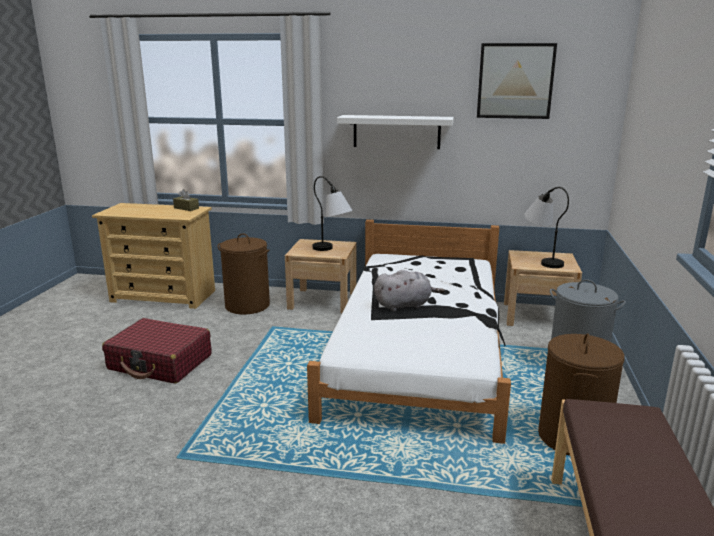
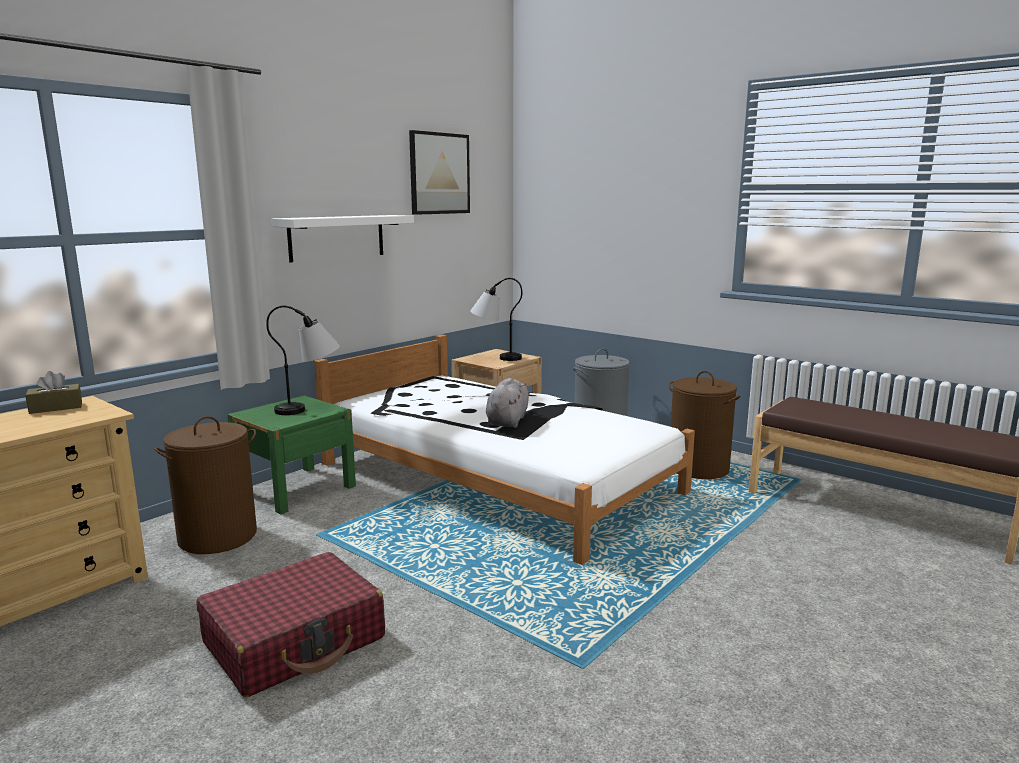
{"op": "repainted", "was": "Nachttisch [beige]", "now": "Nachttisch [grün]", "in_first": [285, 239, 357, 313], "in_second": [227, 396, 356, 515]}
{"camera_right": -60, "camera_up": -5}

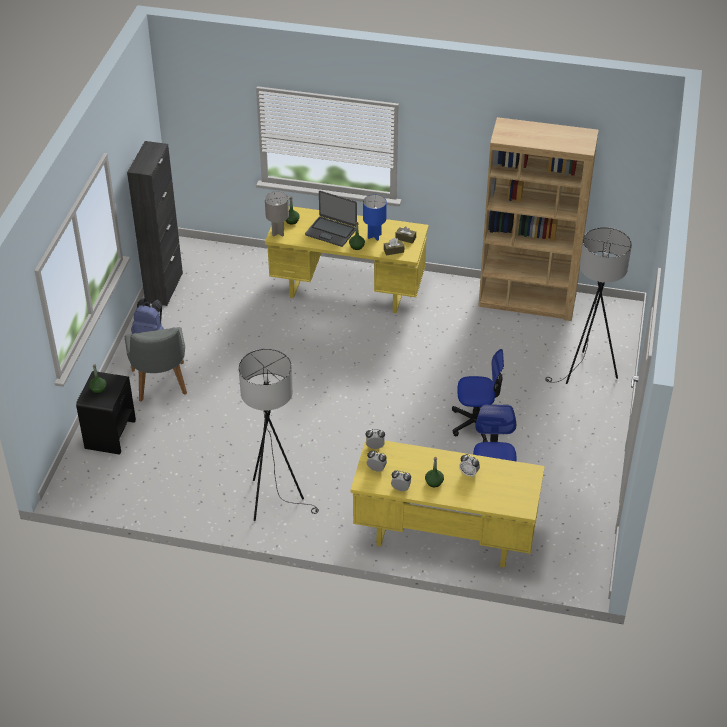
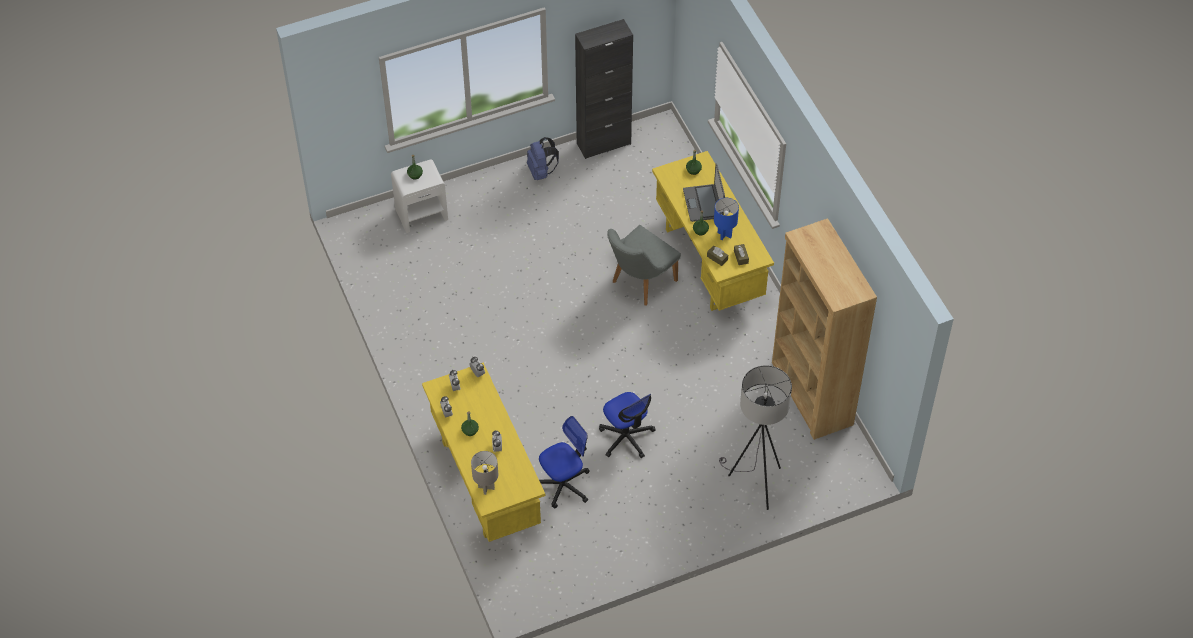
{"op": "gone", "was": "Stehlampe [grau]", "in_first": [239, 349, 319, 521]}
{"op": "shifted", "was": "Stuhl [grau]", "in_first": [125, 327, 187, 402], "in_second": [607, 225, 681, 306]}
{"op": "shifted", "was": "Tischlampe [grau]", "in_first": [265, 191, 289, 237], "in_second": [471, 451, 498, 495]}
{"op": "repainted", "was": "Nachttisch [schwarz]", "now": "Nachttisch [weiß]", "in_first": [76, 371, 136, 455], "in_second": [391, 159, 448, 233]}
{"camera_right": 55, "camera_up": 10}

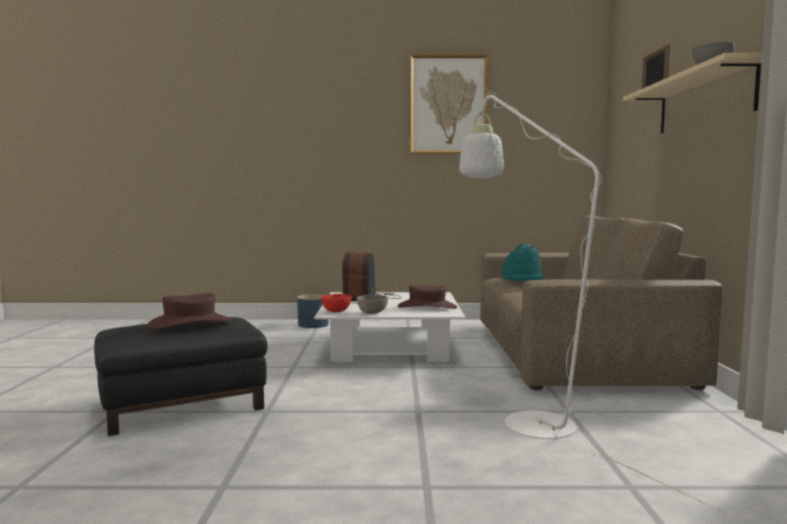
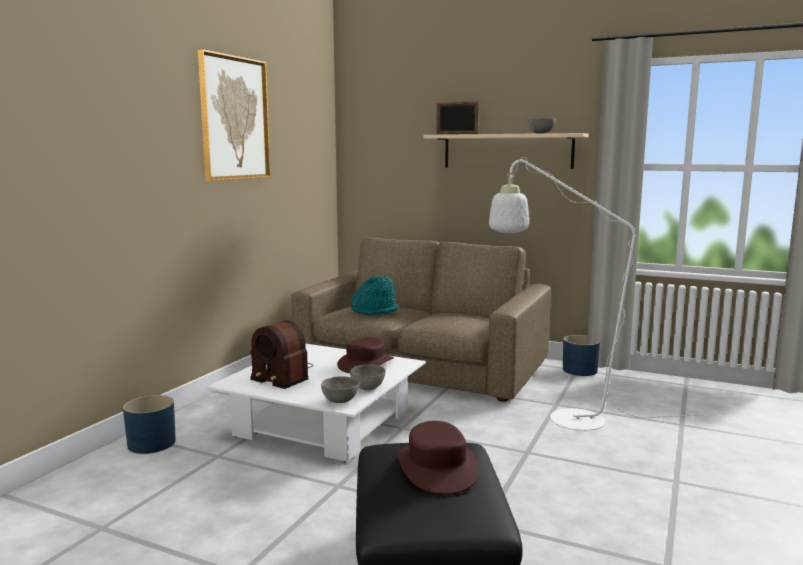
{"op": "new", "now": "Pflanzkübel [blau]", "in_second": [563, 335, 600, 376]}
{"op": "repainted", "was": "Schüssel [rot]", "now": "Schüssel [grau]", "in_first": [321, 294, 351, 312], "in_second": [321, 376, 359, 403]}
{"camera_right": -65, "camera_up": 5}

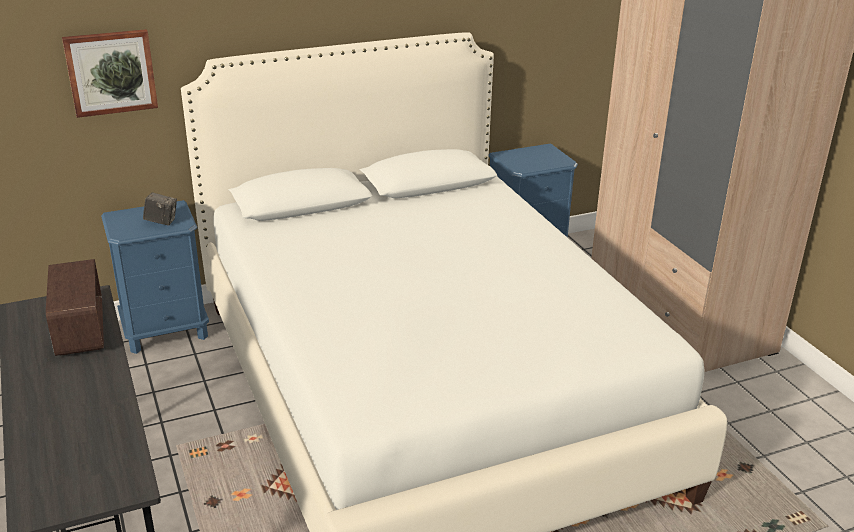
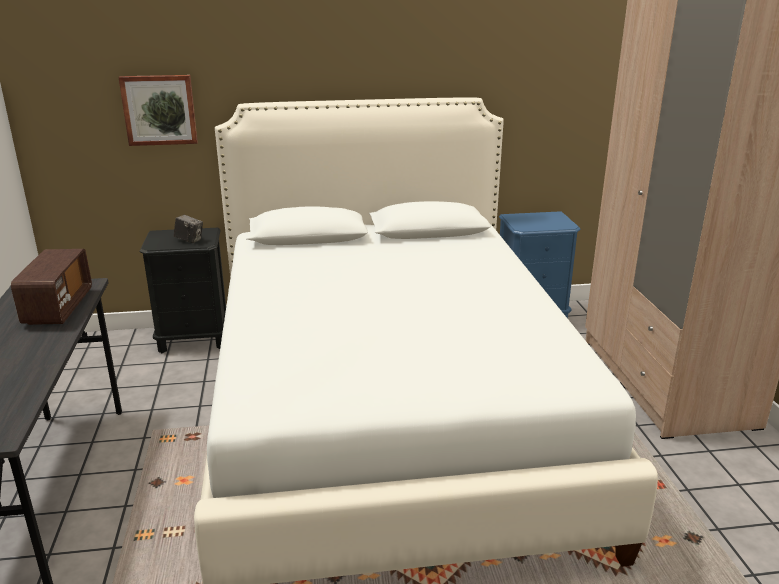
{"op": "repainted", "was": "Nachttisch [blau]", "now": "Nachttisch [schwarz]", "in_first": [101, 200, 209, 354], "in_second": [140, 228, 226, 353]}
{"camera_right": 15, "camera_up": -5}

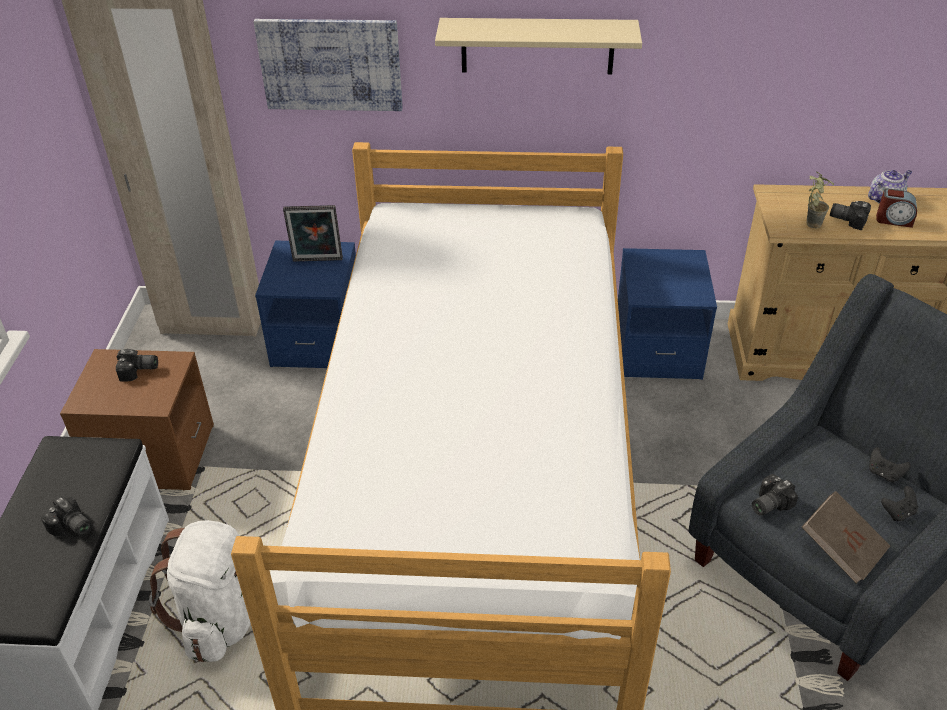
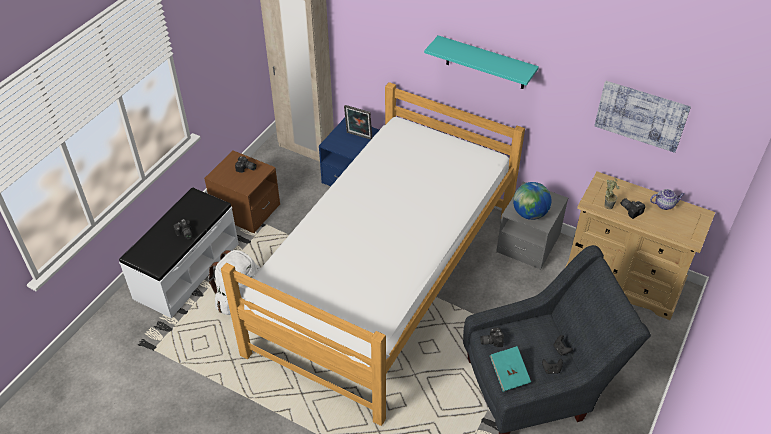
{"op": "gone", "was": "Wecker", "in_first": [876, 189, 917, 228]}
{"op": "new", "now": "Globus", "in_second": [513, 182, 552, 220]}
{"op": "shifted", "was": "Bild", "in_first": [254, 19, 403, 111], "in_second": [594, 81, 691, 153]}
{"op": "repainted", "was": "Wandregal [beige]", "now": "Wandregal [türkis]", "in_first": [435, 18, 642, 74], "in_second": [424, 35, 539, 89]}
{"op": "repainted", "was": "Nachttisch [blau]", "now": "Nachttisch [grau]", "in_first": [618, 248, 717, 380], "in_second": [496, 182, 568, 270]}
{"op": "repainted", "was": "Buch [braun]", "now": "Buch [türkis]", "in_first": [802, 491, 890, 584], "in_second": [490, 346, 531, 392]}
{"camera_right": 25, "camera_up": 5}

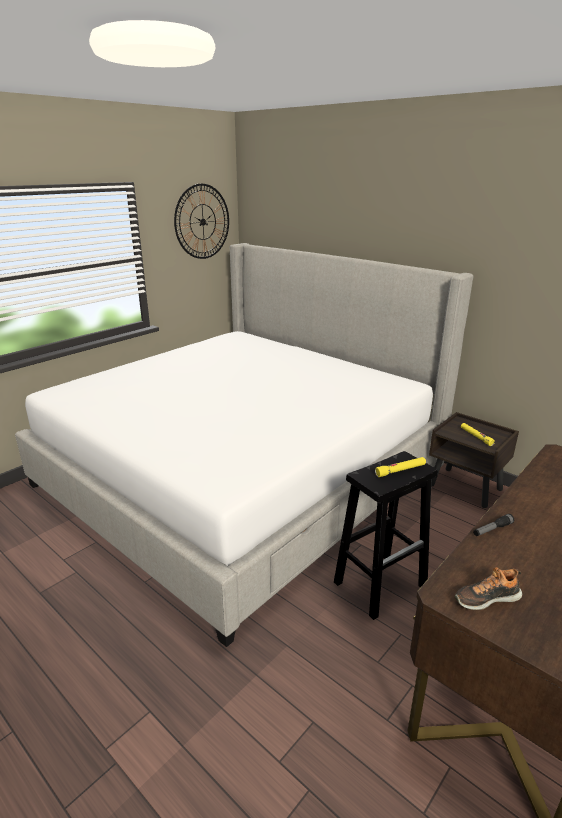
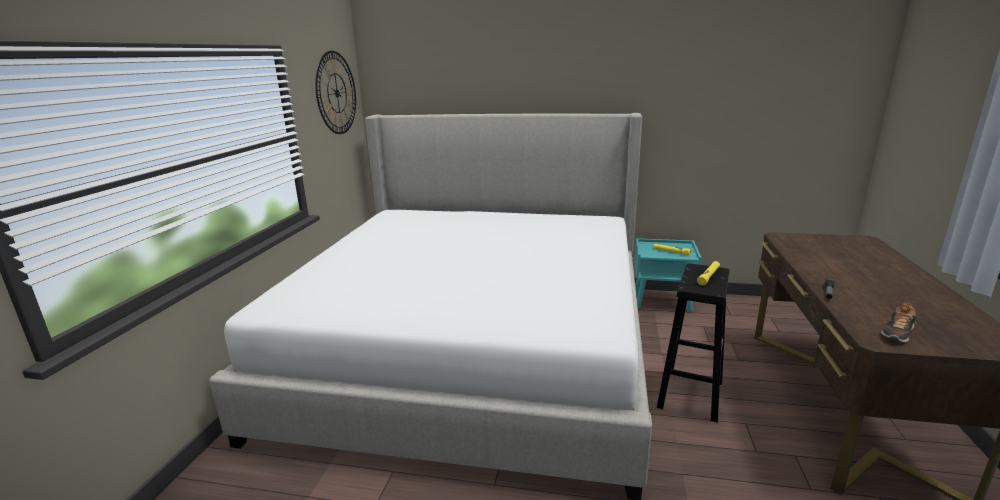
{"op": "repainted", "was": "Nachttisch [braun]", "now": "Nachttisch [türkis]", "in_first": [429, 412, 519, 508], "in_second": [634, 238, 702, 312]}
{"camera_right": -30, "camera_up": -5}

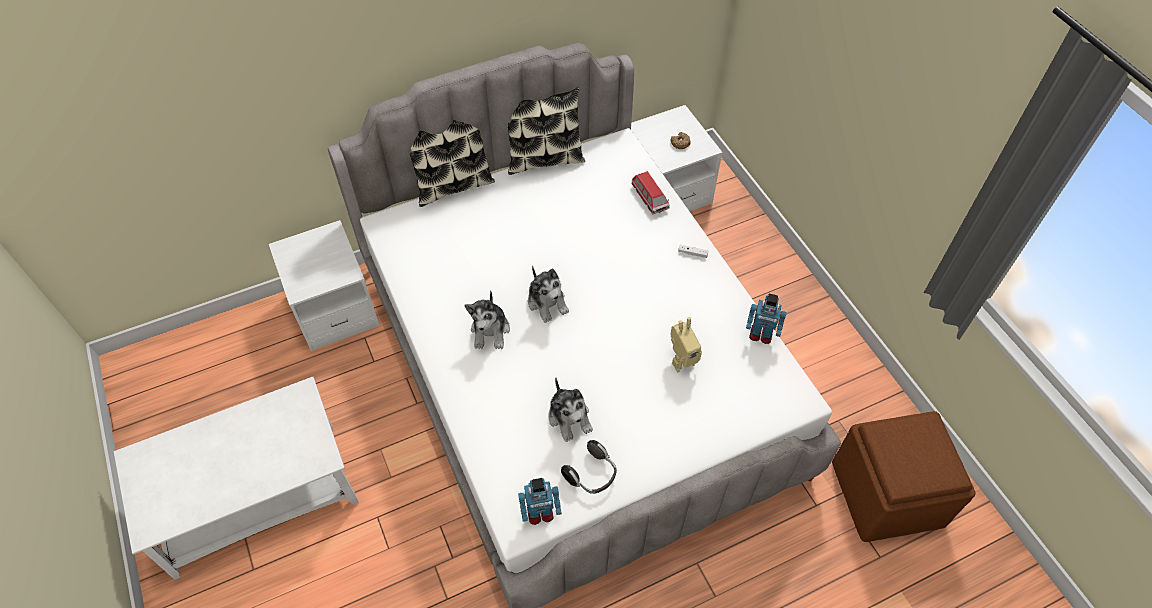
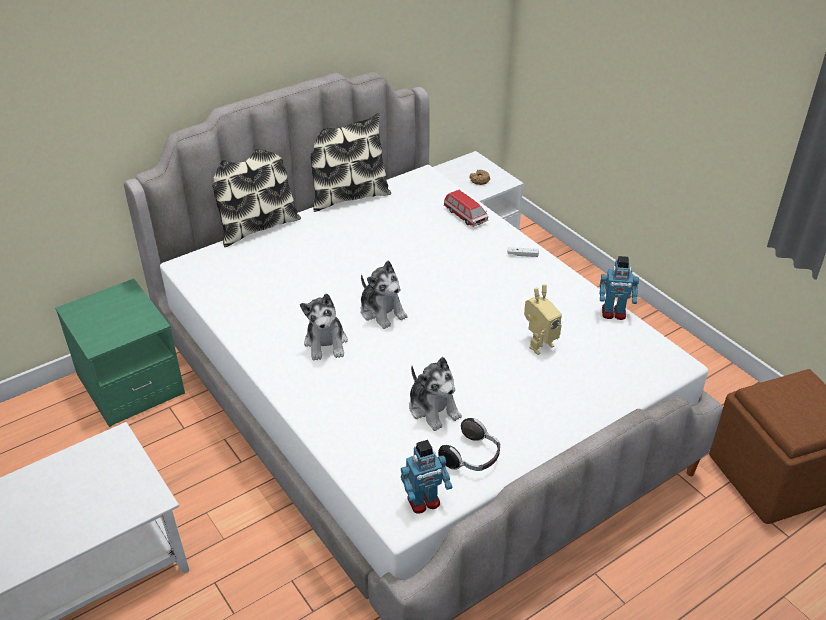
{"op": "repainted", "was": "Nachttisch [weiß]", "now": "Nachttisch [grün]", "in_first": [269, 220, 380, 351], "in_second": [55, 279, 185, 427]}
{"camera_right": -10, "camera_up": -15}

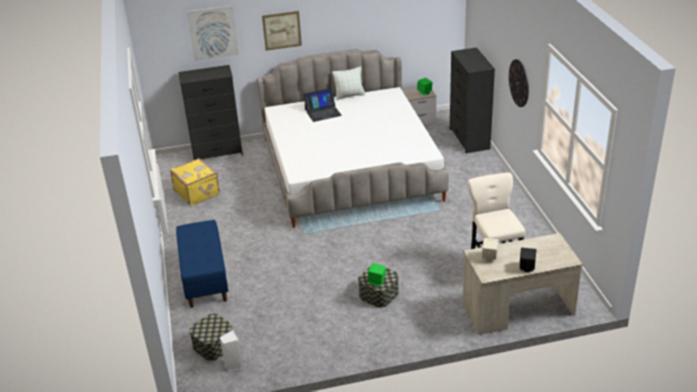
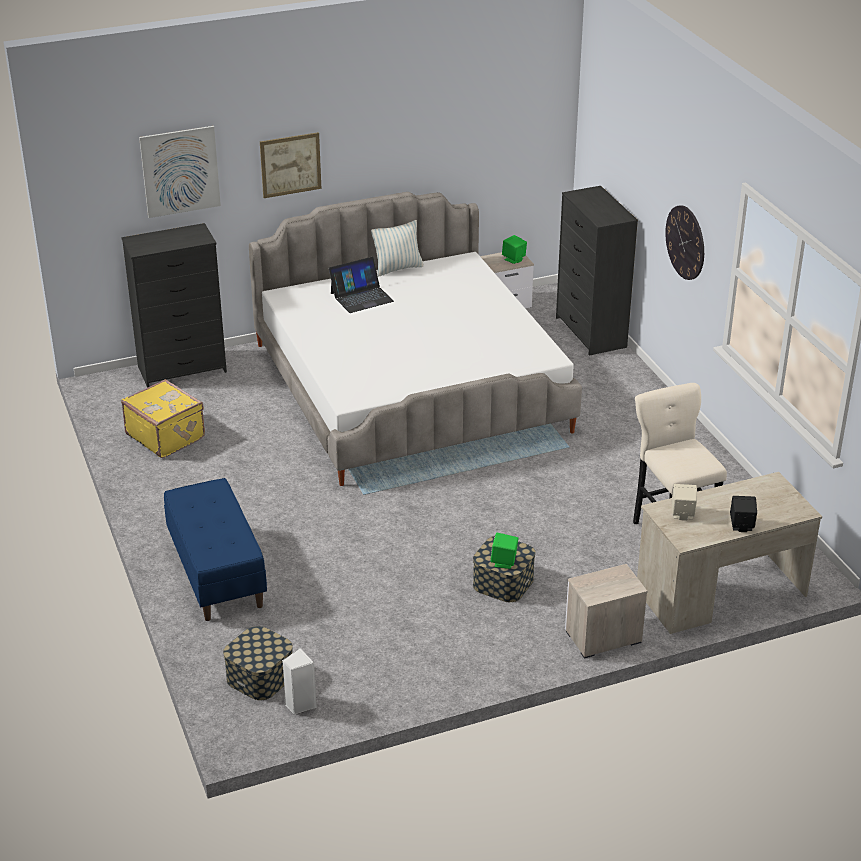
{"op": "new", "now": "Nachttisch", "in_second": [565, 564, 647, 659]}
{"camera_right": -10, "camera_up": 0}

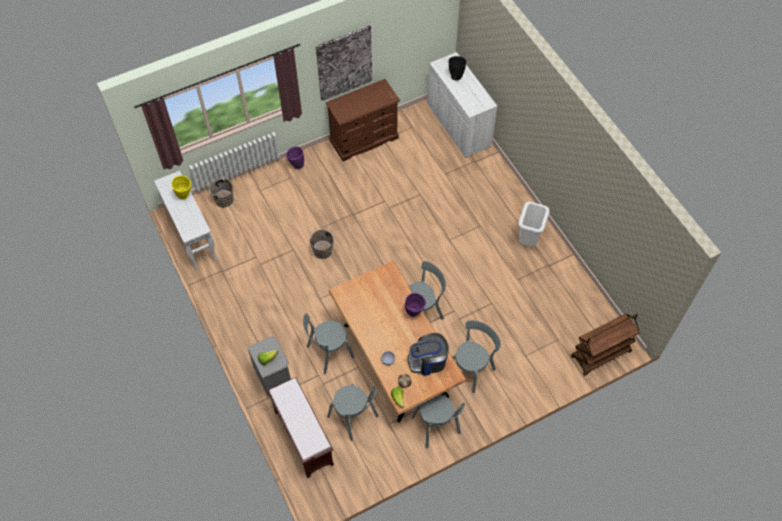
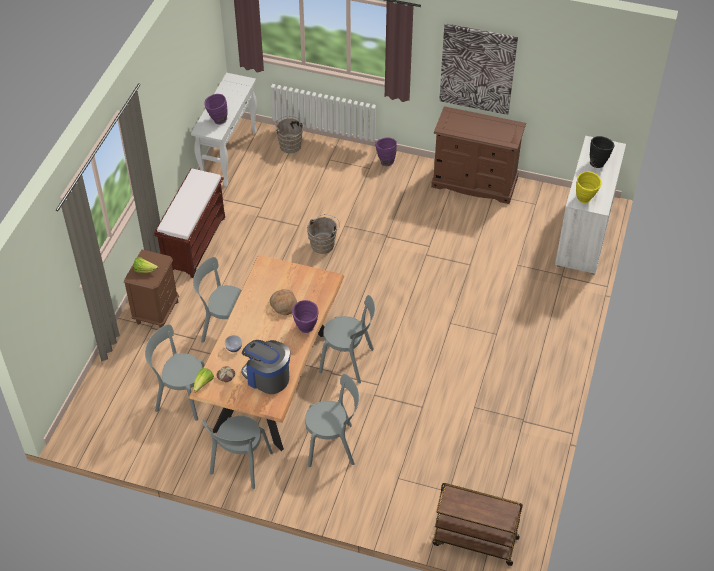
{"op": "gone", "was": "Mülleimer [weiß]", "in_first": [518, 202, 550, 247]}
{"op": "new", "now": "Vase [lila]", "in_second": [204, 94, 228, 125]}
{"op": "new", "now": "Brot", "in_second": [270, 289, 297, 315]}
{"op": "shifted", "was": "Vase [gelb]", "in_first": [171, 175, 191, 200], "in_second": [576, 171, 601, 203]}
{"op": "shifted", "was": "Bank [braun]", "in_first": [267, 377, 334, 478], "in_second": [154, 168, 225, 278]}
{"op": "repainted", "was": "Nachttisch [grau]", "now": "Nachttisch [braun]", "in_first": [247, 336, 291, 397], "in_second": [124, 250, 179, 328]}
{"op": "rotated", "was": "Stuhl [grau]", "in_first": [327, 384, 379, 441], "in_second": [145, 324, 205, 421], "clockwise": 105}
{"camera_right": 45, "camera_up": -10}

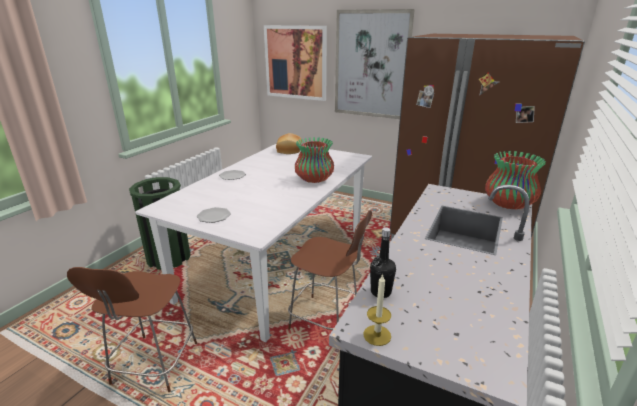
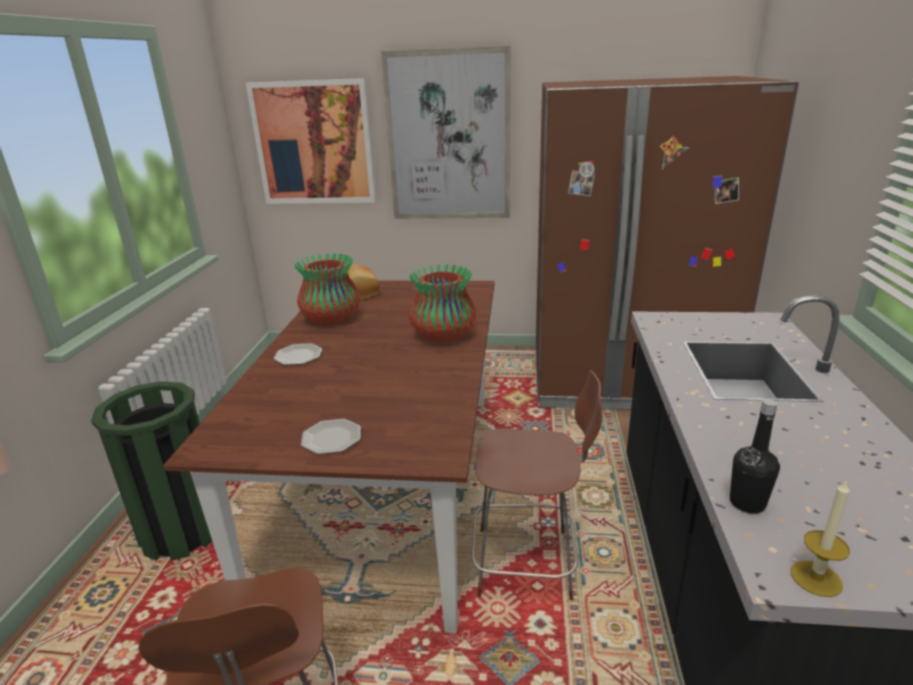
{"op": "shifted", "was": "Vase", "in_first": [485, 151, 546, 210], "in_second": [295, 253, 360, 325]}
{"op": "repainted", "was": "Esstisch [weiß]", "now": "Esstisch [braun]", "in_first": [135, 143, 372, 342], "in_second": [163, 280, 495, 633]}
{"camera_right": -20, "camera_up": 0}

